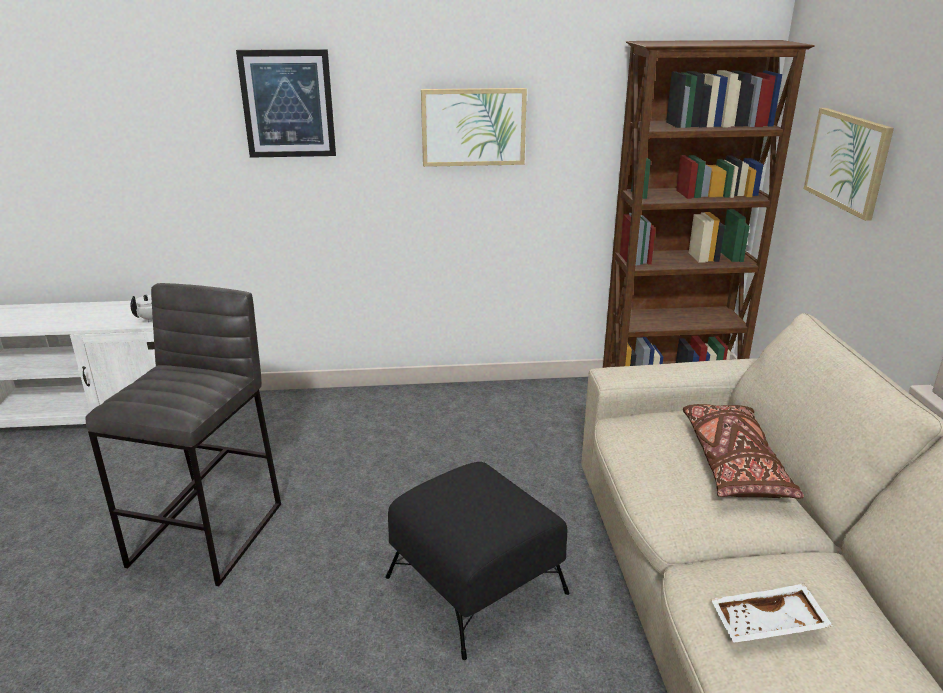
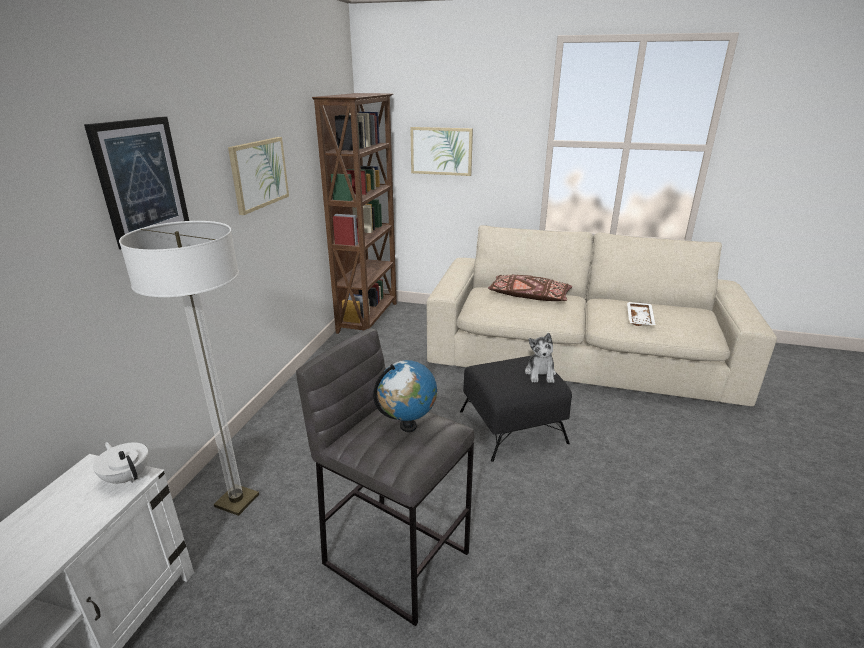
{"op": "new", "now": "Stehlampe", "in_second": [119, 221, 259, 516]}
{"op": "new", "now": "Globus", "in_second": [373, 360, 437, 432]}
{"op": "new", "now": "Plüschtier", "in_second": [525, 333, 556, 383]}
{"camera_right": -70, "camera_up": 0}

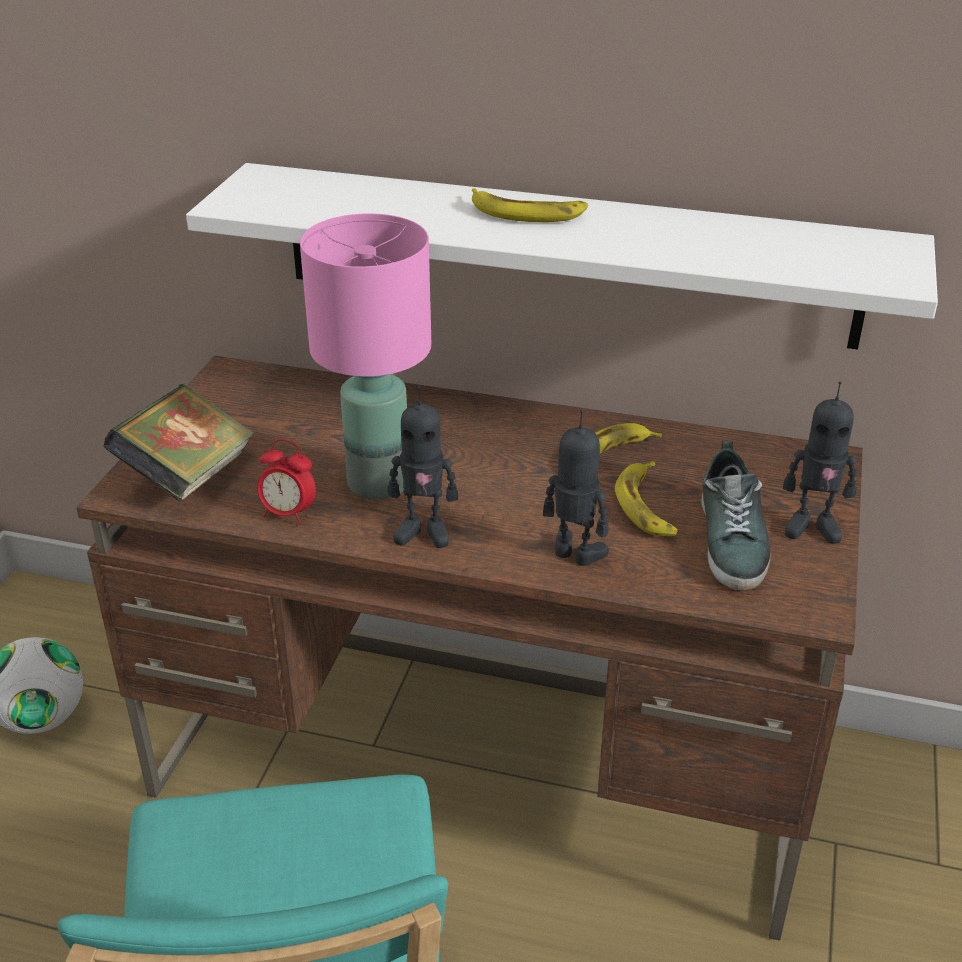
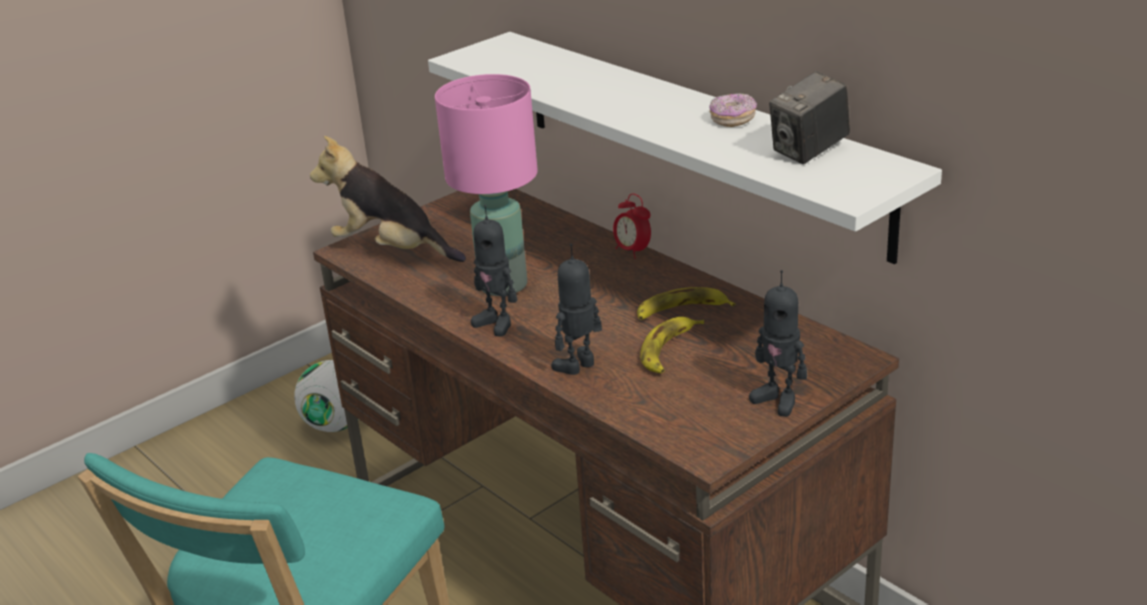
{"op": "gone", "was": "Banane", "in_first": [472, 188, 588, 222]}
{"op": "gone", "was": "Schuh", "in_first": [701, 440, 771, 590]}
{"op": "new", "now": "Donut", "in_second": [709, 93, 757, 127]}
{"op": "new", "now": "Kamera", "in_second": [769, 71, 850, 164]}
{"op": "shifted", "was": "Wecker", "in_first": [257, 439, 316, 525], "in_second": [613, 194, 651, 259]}
{"op": "swapped", "was": "Buch", "now": "Plüschtier", "in_first": [103, 384, 254, 502], "in_second": [310, 136, 466, 262]}
{"op": "rotated", "was": "Spielzeugroboter", "in_first": [543, 409, 609, 566], "in_second": [551, 244, 602, 375], "clockwise": -105}
{"camera_right": 35, "camera_up": -5}

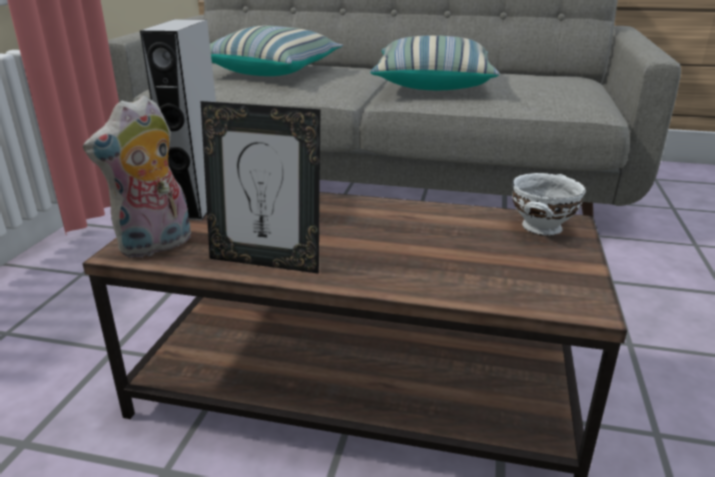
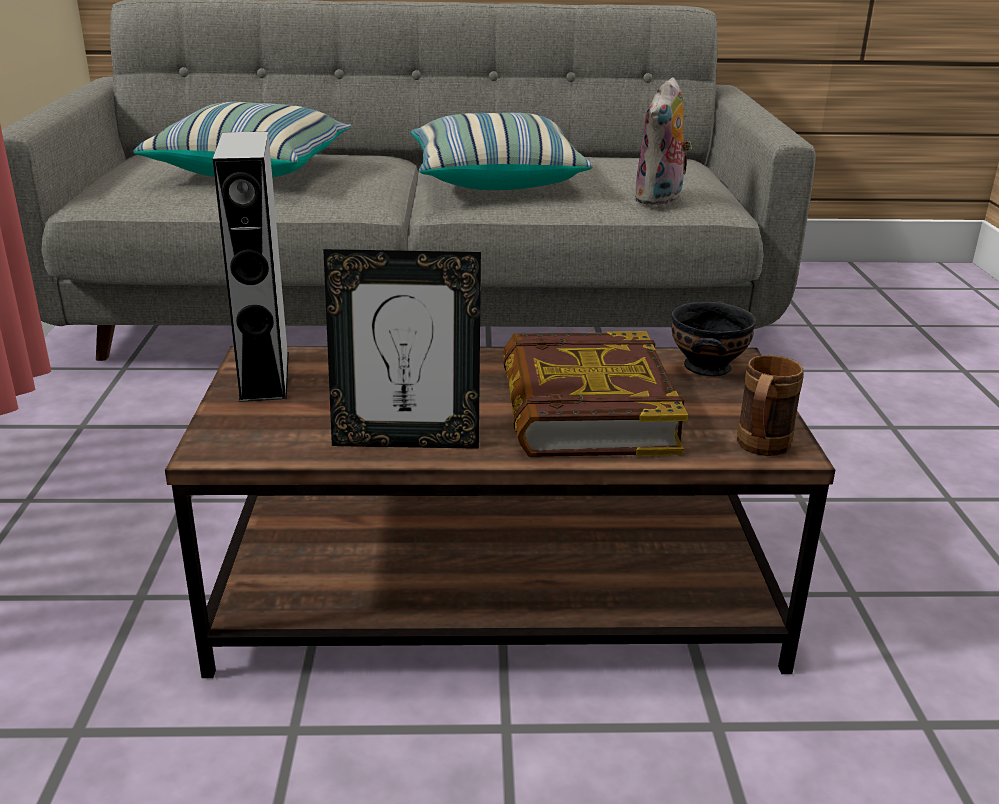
{"op": "new", "now": "Buch", "in_second": [503, 331, 688, 457]}
{"op": "new", "now": "Henkelbecher [braun]", "in_second": [737, 355, 804, 456]}
{"op": "shifted", "was": "Plüschtier", "in_first": [83, 95, 191, 258], "in_second": [633, 77, 692, 206]}
{"op": "repainted", "was": "Schüssel [weiß]", "now": "Schüssel [schwarz]", "in_first": [512, 173, 586, 236], "in_second": [671, 301, 756, 376]}
{"camera_right": -15, "camera_up": 0}

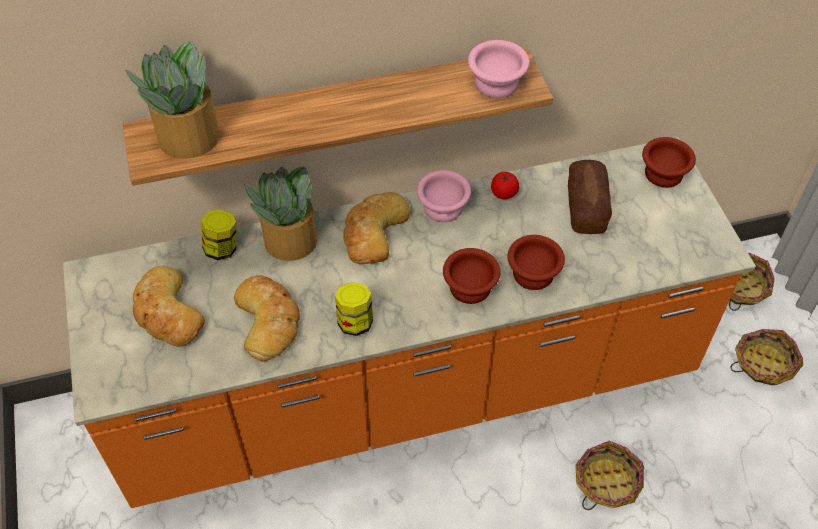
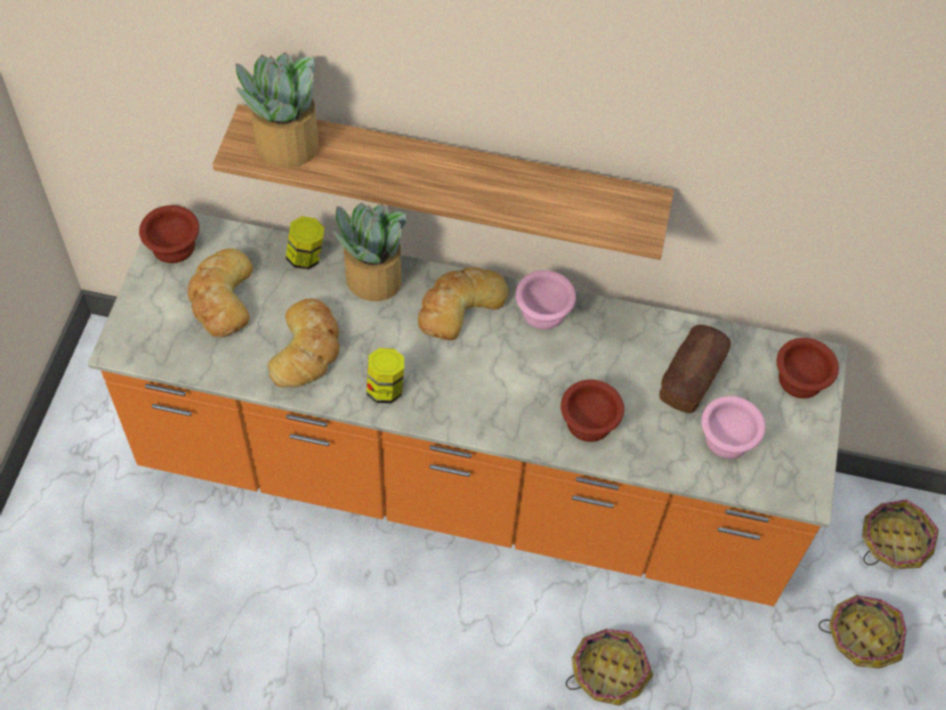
{"op": "gone", "was": "Tomate", "in_first": [491, 172, 519, 199]}
{"op": "shifted", "was": "Schüssel [braun]", "in_first": [443, 248, 500, 304], "in_second": [139, 205, 199, 263]}
{"op": "shifted", "was": "Schüssel [rosa]", "in_first": [468, 40, 530, 98], "in_second": [701, 396, 765, 459]}
{"camera_right": 25, "camera_up": 5}

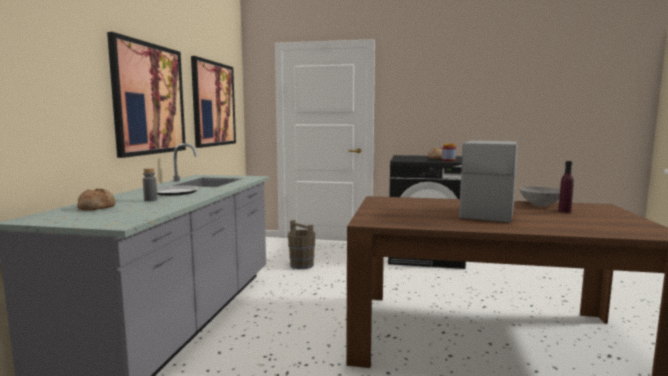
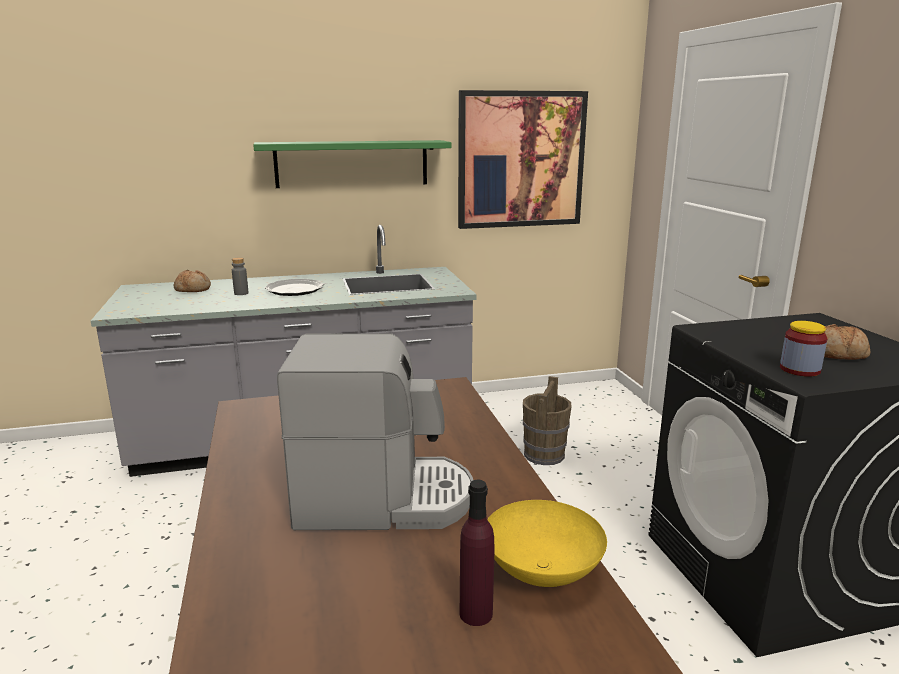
{"op": "swapped", "was": "Bild", "now": "Wandregal [grün]", "in_first": [107, 32, 186, 158], "in_second": [253, 140, 451, 188]}
{"op": "repainted", "was": "Schüssel [grau]", "now": "Schüssel [gelb]", "in_first": [519, 187, 560, 207], "in_second": [487, 500, 607, 587]}
{"camera_right": 65, "camera_up": 10}

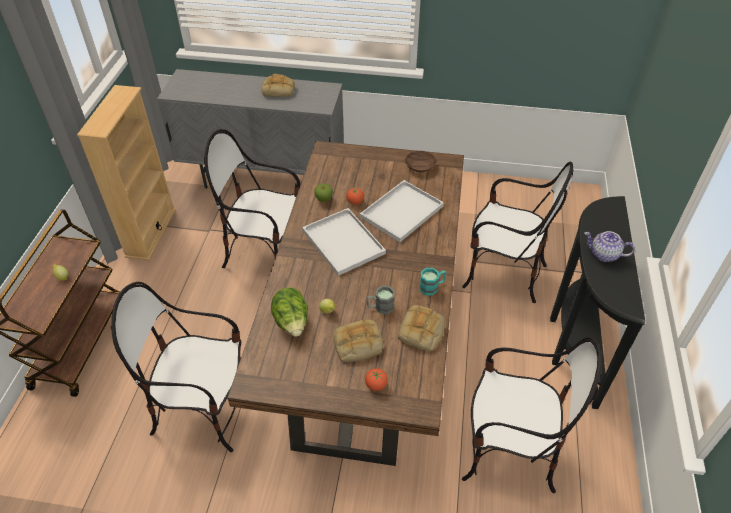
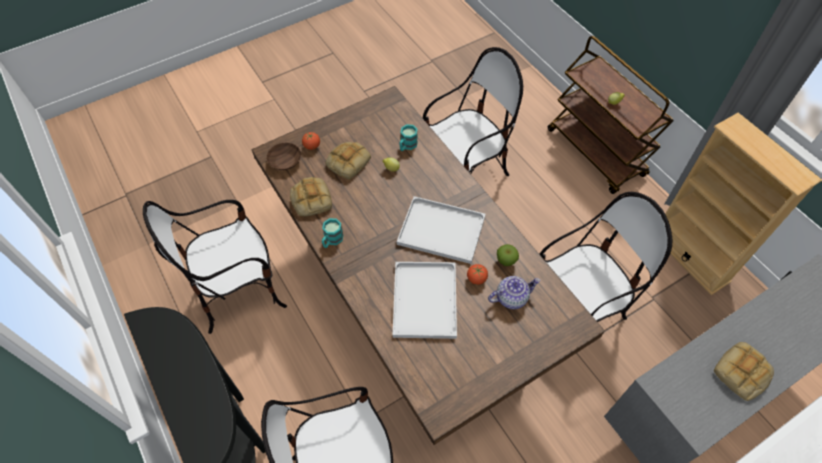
{"op": "gone", "was": "Henkelbecher [grau]", "in_first": [367, 286, 395, 314]}
{"op": "shifted", "was": "Schüssel [braun]", "in_first": [405, 151, 436, 172], "in_second": [266, 143, 301, 170]}
{"op": "shifted", "was": "Teekanne", "in_first": [584, 231, 635, 262], "in_second": [488, 276, 540, 309]}
{"op": "swapped", "was": "Salatkopf", "now": "Henkelbecher [türkis]", "in_first": [271, 287, 308, 337], "in_second": [400, 124, 418, 151]}
{"camera_right": 140, "camera_up": 10}

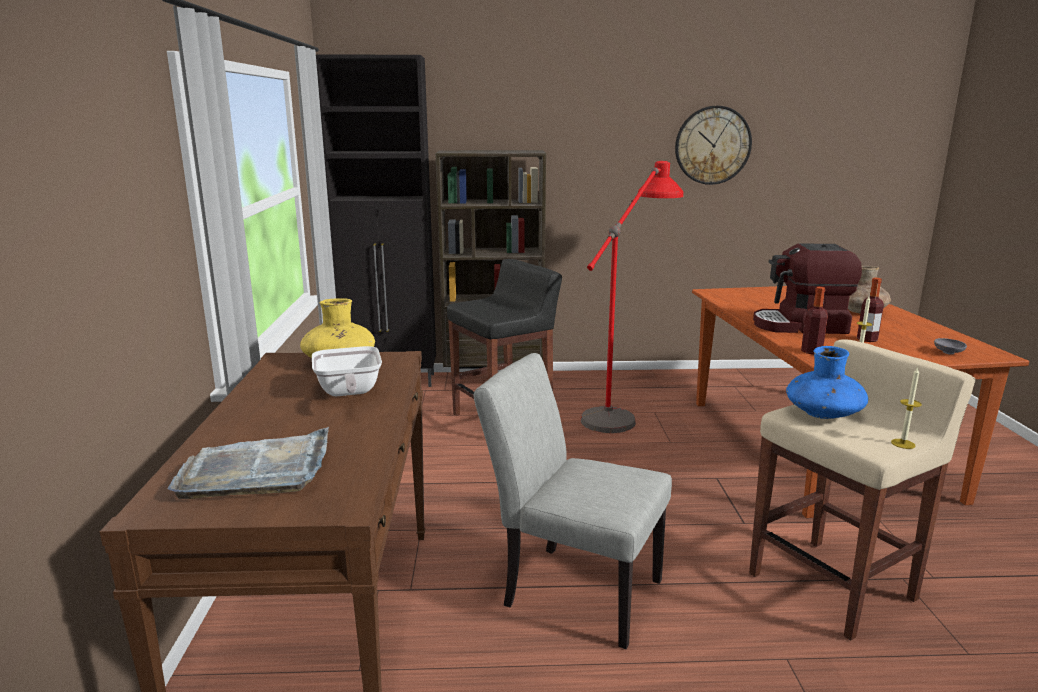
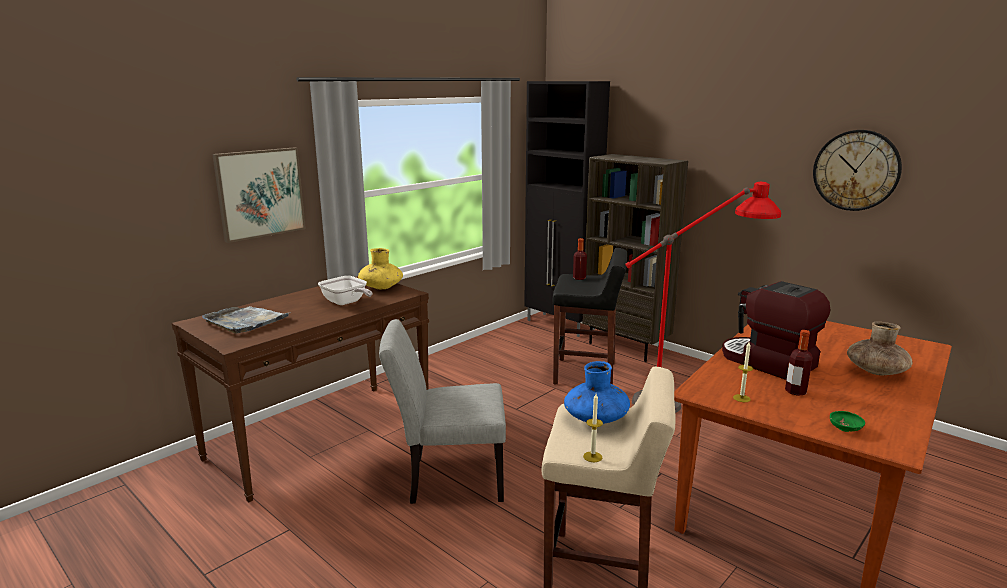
{"op": "new", "now": "Bild", "in_second": [212, 147, 306, 243]}
{"op": "shifted", "was": "Flasche", "in_first": [801, 287, 828, 355], "in_second": [573, 238, 587, 280]}
{"op": "repainted", "was": "Schüssel [grau]", "now": "Schüssel [grün]", "in_first": [934, 338, 967, 355], "in_second": [830, 411, 865, 432]}
{"op": "rotated", "was": "Pfanne", "in_first": [312, 346, 382, 396], "in_second": [318, 276, 372, 305], "clockwise": -75}
{"op": "rotated", "was": "Stuhl [grau]", "in_first": [474, 353, 672, 649], "in_second": [379, 319, 506, 504], "clockwise": -75}
{"camera_right": 45, "camera_up": 0}

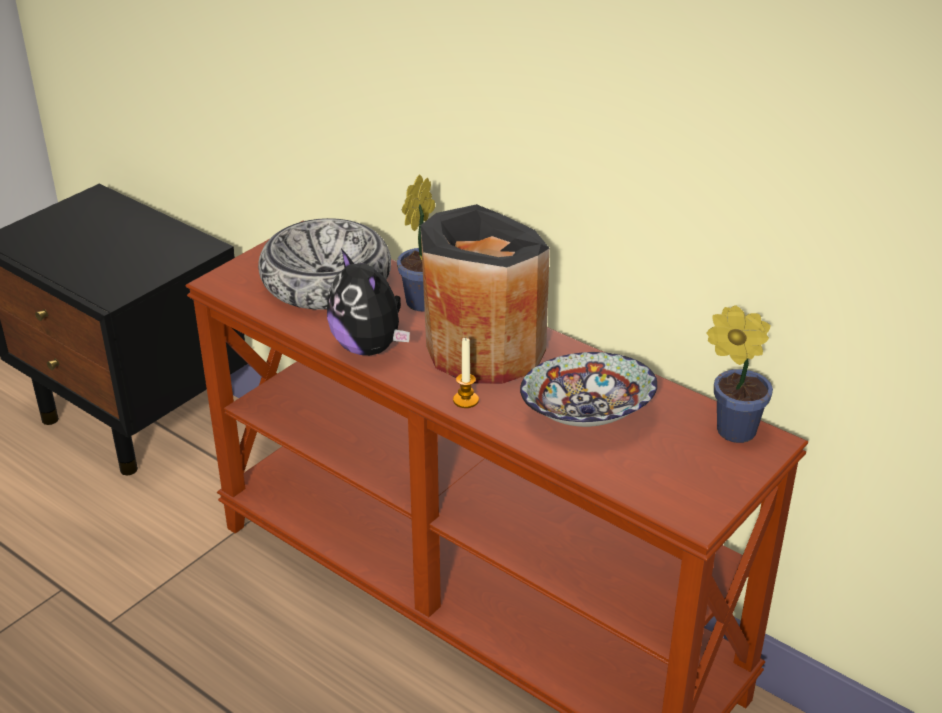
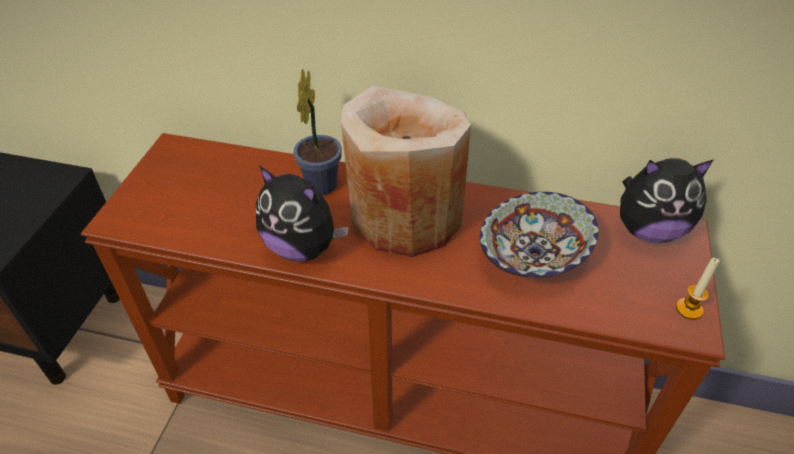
{"op": "gone", "was": "Schüssel", "in_first": [258, 218, 391, 310]}
{"op": "shifted", "was": "Kerze", "in_first": [453, 338, 479, 408], "in_second": [676, 258, 720, 320]}
{"op": "swapped", "was": "Topfpflanze", "now": "Plüschtier", "in_first": [706, 305, 773, 443], "in_second": [620, 158, 713, 243]}
{"op": "repainted", "was": "Vase [schwarz]", "now": "Vase [beige]", "in_first": [421, 204, 550, 384], "in_second": [341, 86, 471, 257]}
{"camera_right": -25, "camera_up": 10}

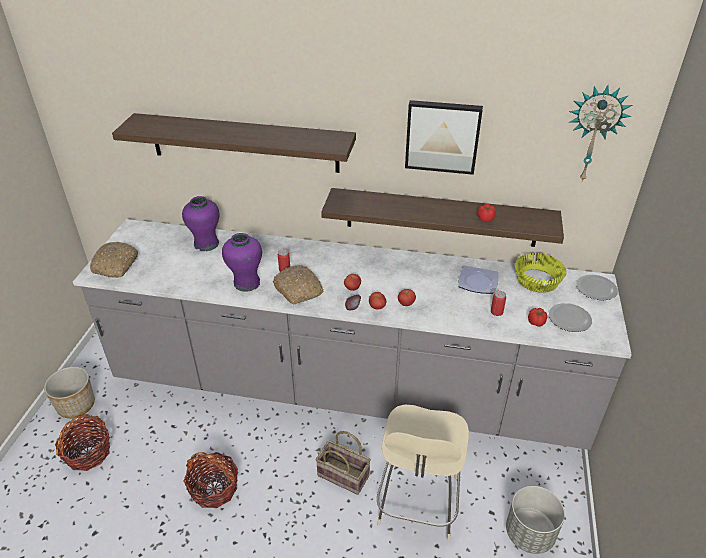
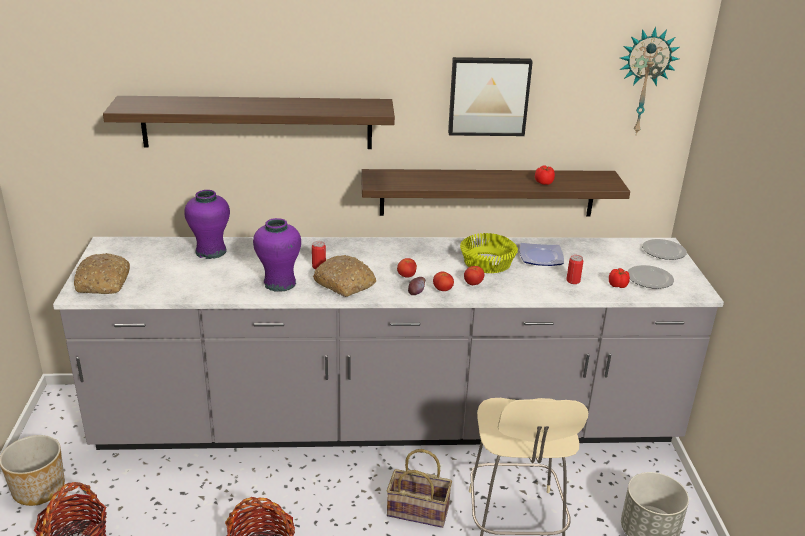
{"op": "shifted", "was": "Schüssel [gelb]", "in_first": [515, 253, 566, 293], "in_second": [460, 233, 518, 273]}
{"camera_right": -15, "camera_up": -10}

